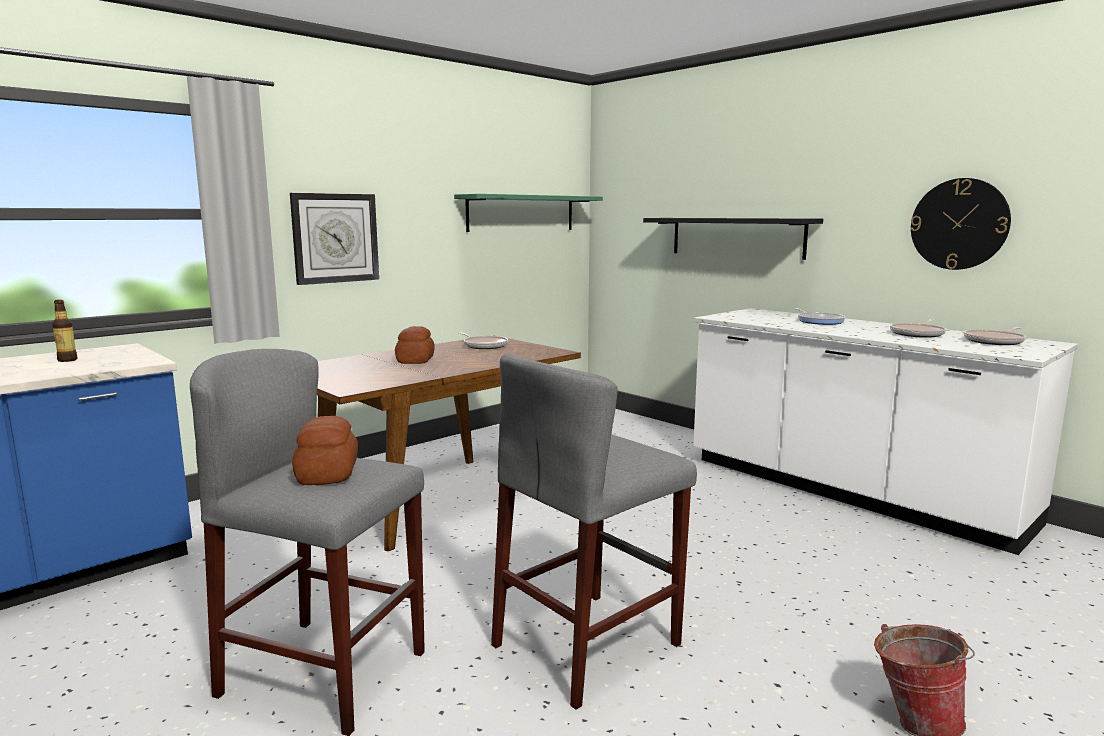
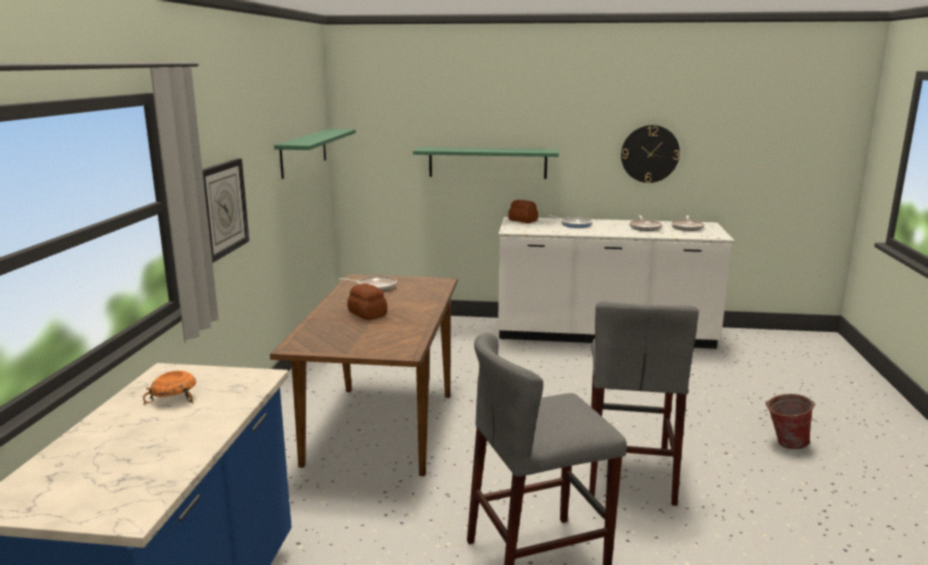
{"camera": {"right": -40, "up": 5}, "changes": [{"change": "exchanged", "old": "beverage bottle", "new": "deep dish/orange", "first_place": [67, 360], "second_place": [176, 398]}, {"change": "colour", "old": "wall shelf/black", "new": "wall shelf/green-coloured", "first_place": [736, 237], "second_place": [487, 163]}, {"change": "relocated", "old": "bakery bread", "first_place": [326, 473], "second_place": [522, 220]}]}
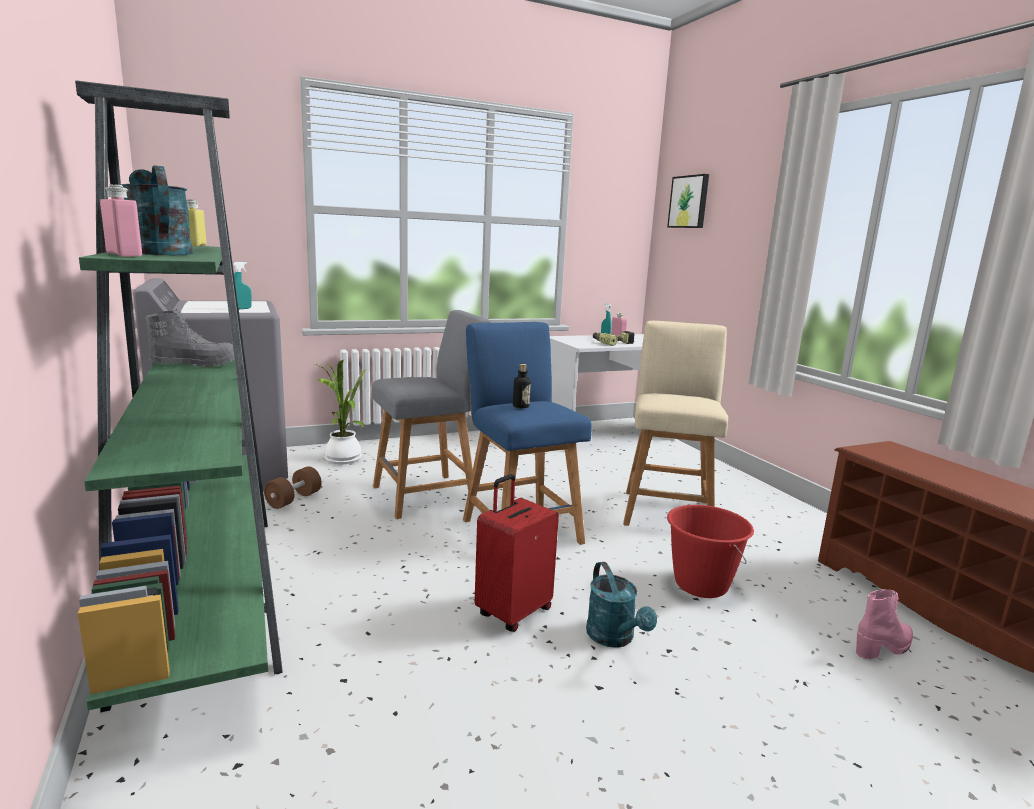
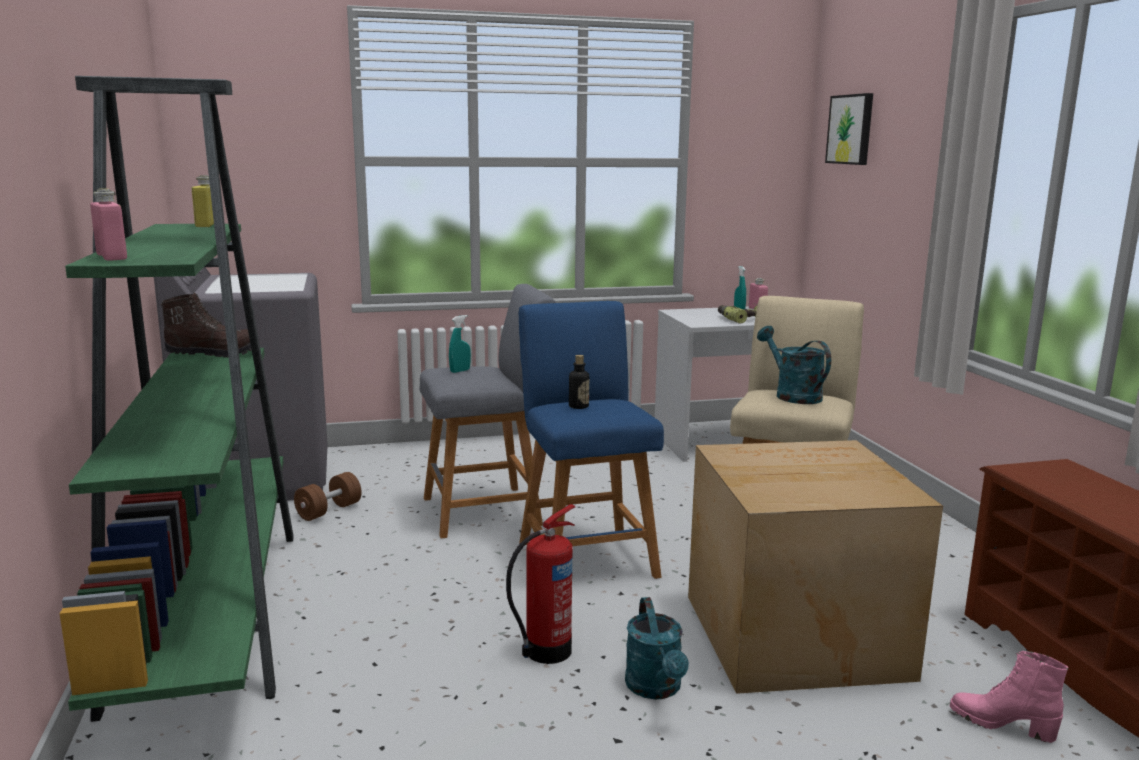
{"camera": {"right": 10, "up": 0}, "changes": [{"change": "colour", "old": "boot/grey", "new": "boot/brown-coloured", "first_place": [195, 364], "second_place": [214, 354]}, {"change": "relocated", "old": "sprayer/blue-green", "first_place": [242, 309], "second_place": [460, 371]}, {"change": "exchanged", "old": "suitcase/red", "new": "fire extinguisher", "first_place": [512, 612], "second_place": [545, 651]}, {"change": "exchanged", "old": "water bucket/red", "new": "cardboard box", "first_place": [700, 584], "second_place": [790, 634]}, {"change": "relocated", "old": "sprinkling can/blue-green", "first_place": [157, 252], "second_place": [792, 395]}, {"change": "spun", "old": "boot/pink-coloured", "first_place": [884, 647], "second_place": [1002, 724], "degrees": -135}, {"change": "missing", "old": "houseplant", "first_place": [343, 460]}]}
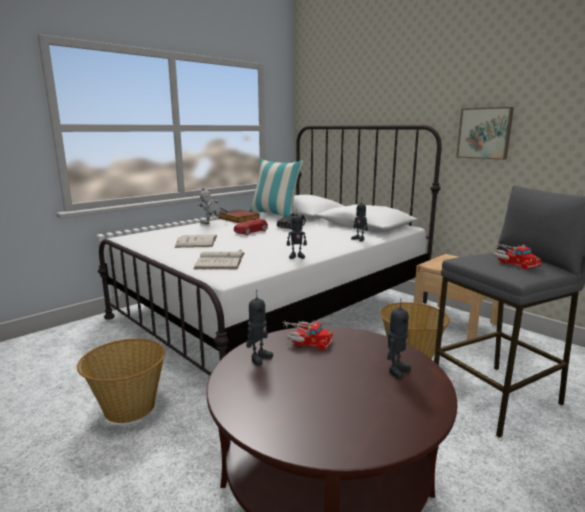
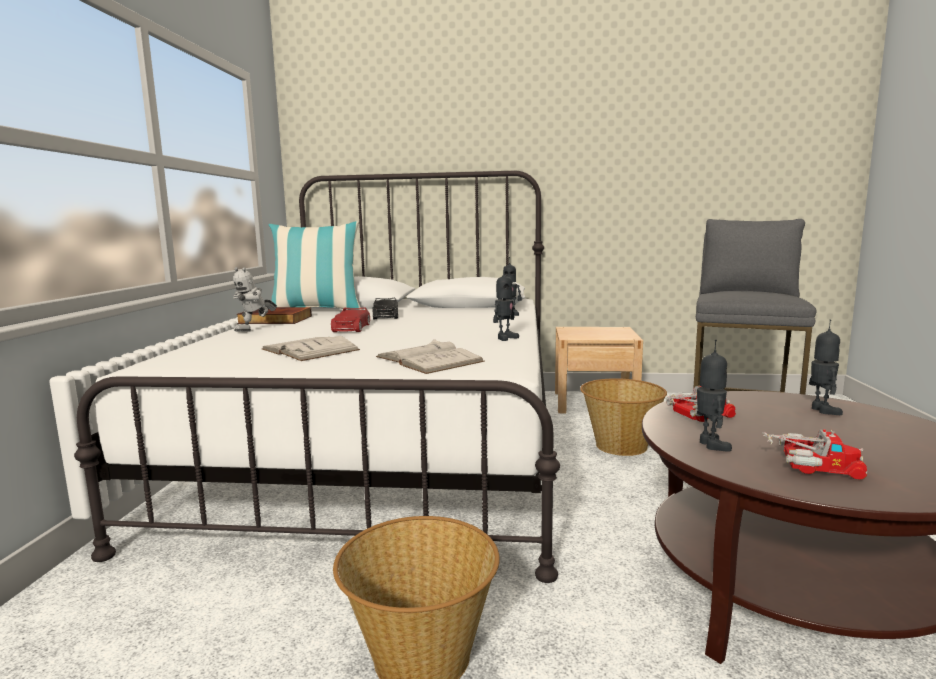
{"camera": {"right": -40, "up": -5}, "changes": [{"change": "relocated", "old": "toy lorry", "first_place": [512, 262], "second_place": [810, 466]}, {"change": "missing", "old": "picture", "first_place": [484, 133]}]}
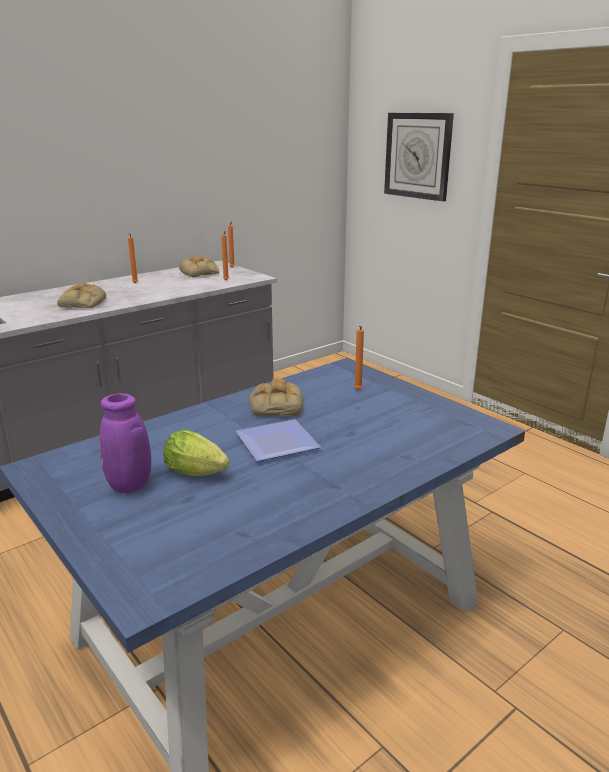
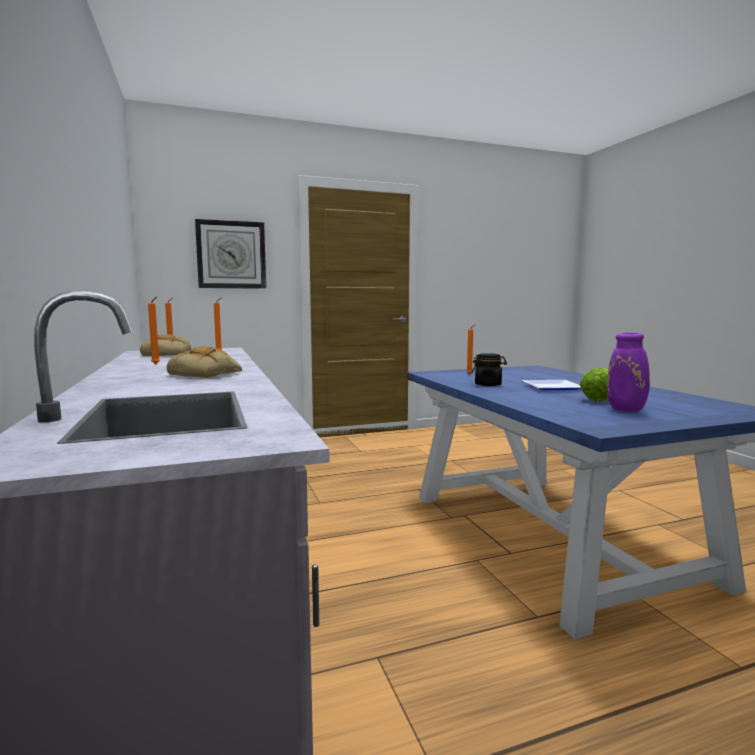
{"camera": {"right": -70, "up": -15}, "changes": [{"change": "exchanged", "old": "bakery bread", "new": "jar/black", "first_place": [275, 405], "second_place": [488, 384]}]}
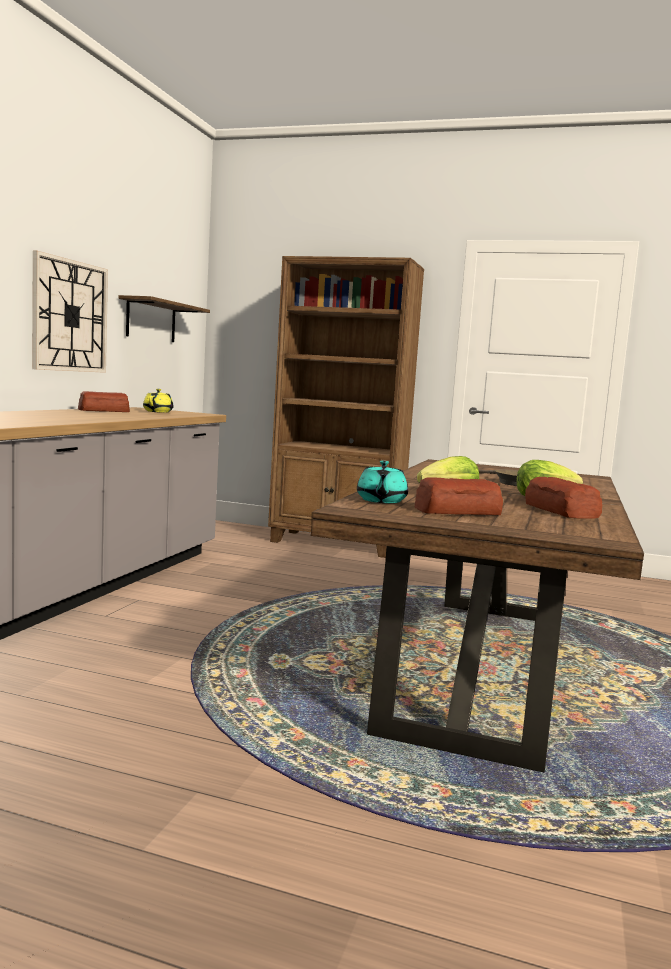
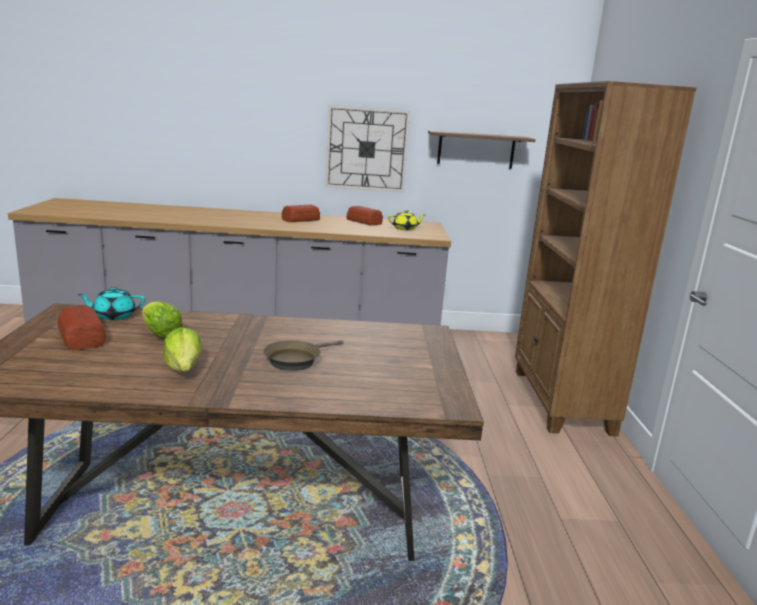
{"camera": {"right": 70, "up": 10}, "changes": [{"change": "relocated", "old": "bakery bread", "first_place": [561, 511], "second_place": [300, 220]}]}
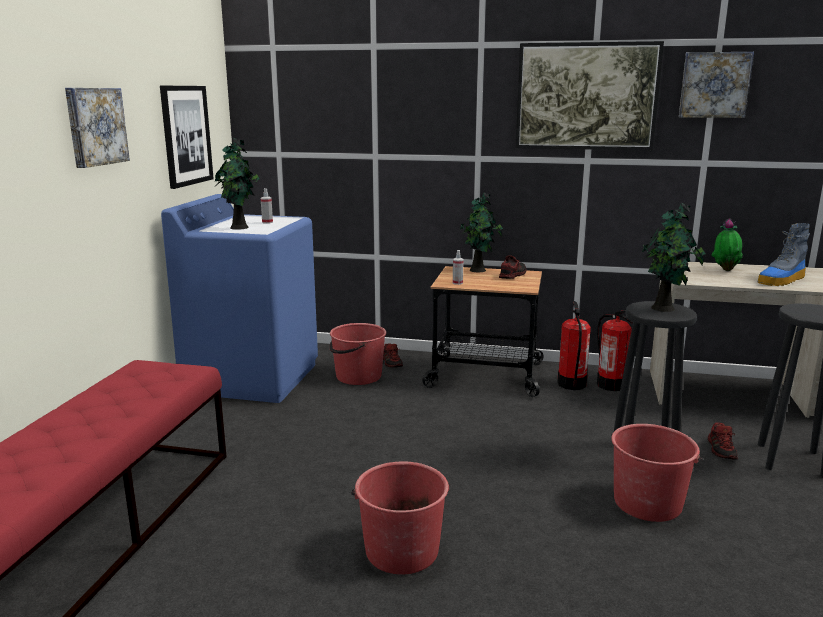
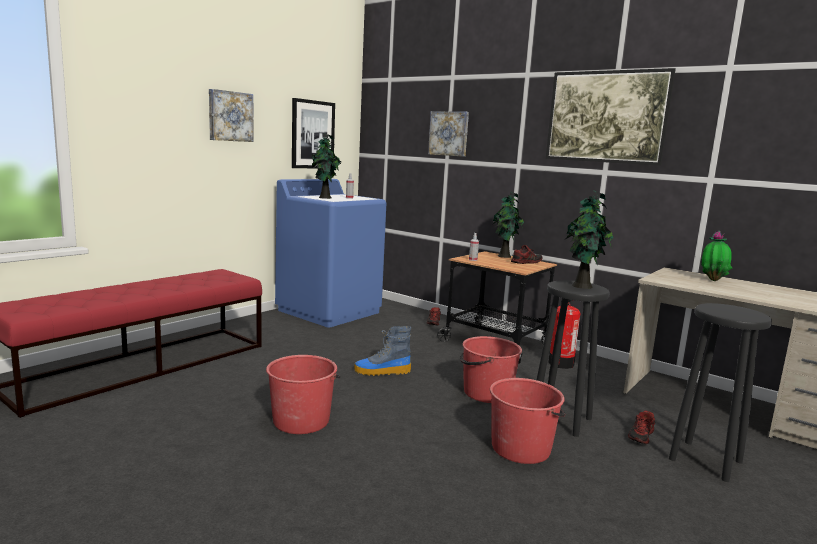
{"camera": {"right": 25, "up": -5}, "changes": [{"change": "relocated", "old": "boot", "first_place": [781, 280], "second_place": [382, 372]}, {"change": "relocated", "old": "picture", "first_place": [714, 85], "second_place": [449, 133]}, {"change": "relocated", "old": "water bucket/red", "first_place": [358, 376], "second_place": [486, 393]}, {"change": "missing", "old": "fire extinguisher", "first_place": [611, 385]}]}
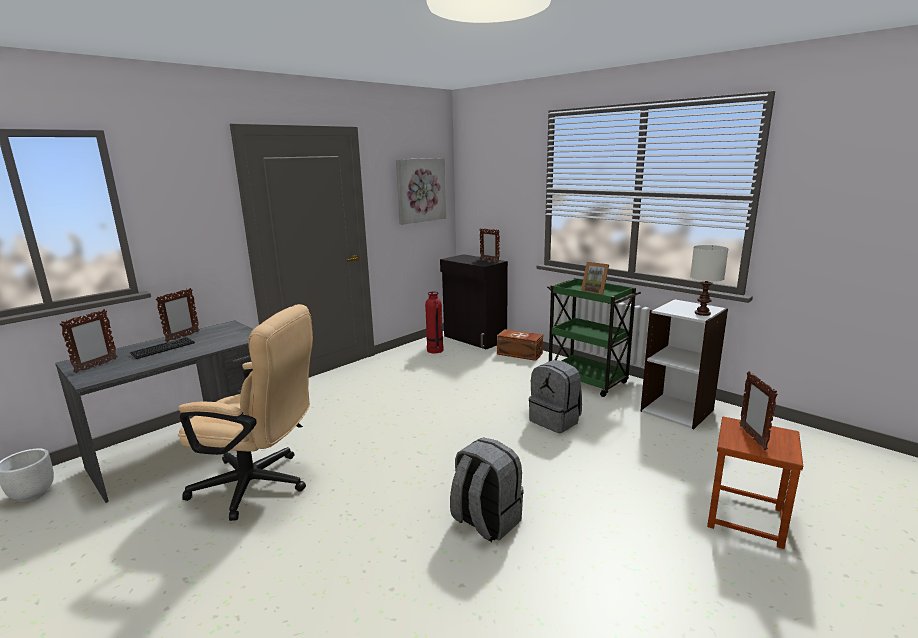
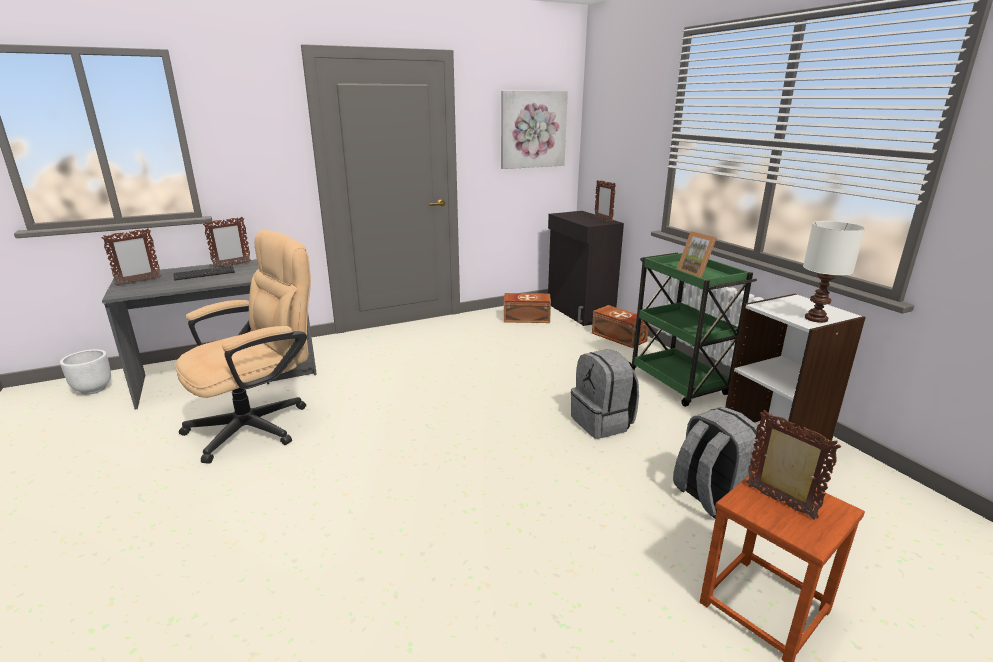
{"camera": {"right": 20, "up": 5}, "changes": [{"change": "spun", "old": "office chair/beige", "first_place": [260, 485], "second_place": [260, 424], "degrees": -75}, {"change": "exchanged", "old": "fire extinguisher", "new": "storage container/brown-coloured", "first_place": [435, 350], "second_place": [526, 318]}, {"change": "relocated", "old": "rucksack/grey", "first_place": [485, 521], "second_place": [711, 497]}, {"change": "spun", "old": "standing frame", "first_place": [752, 437], "second_place": [780, 502], "degrees": 120}]}
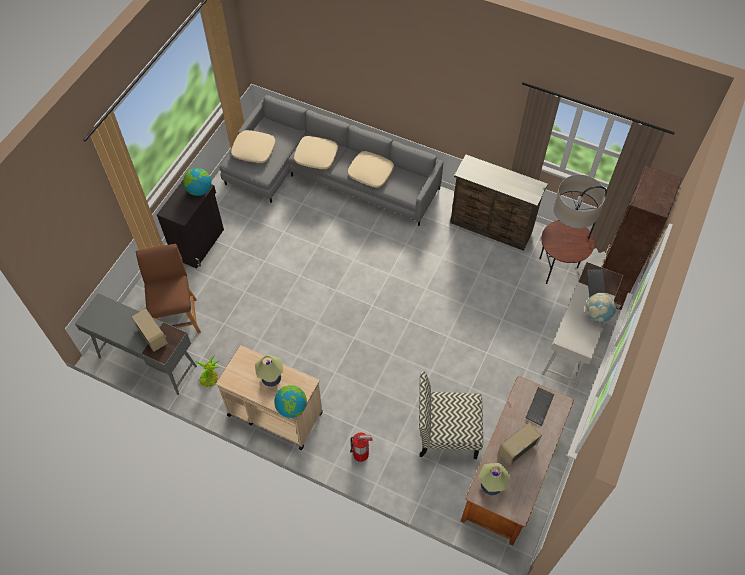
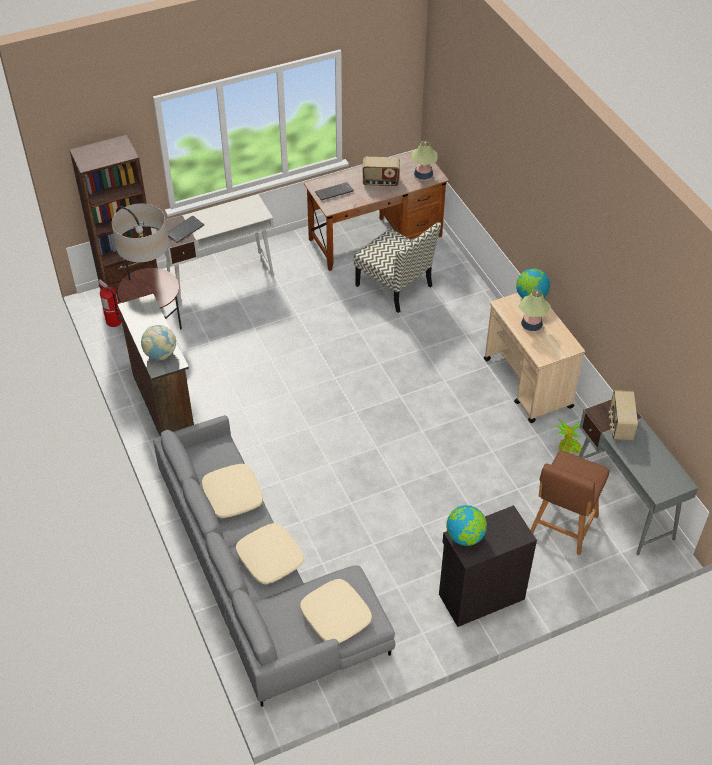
{"camera": {"right": -140, "up": -10}, "changes": [{"change": "relocated", "old": "fire extinguisher", "first_place": [361, 454], "second_place": [113, 321]}, {"change": "relocated", "old": "desk globe", "first_place": [597, 315], "second_place": [160, 354]}]}
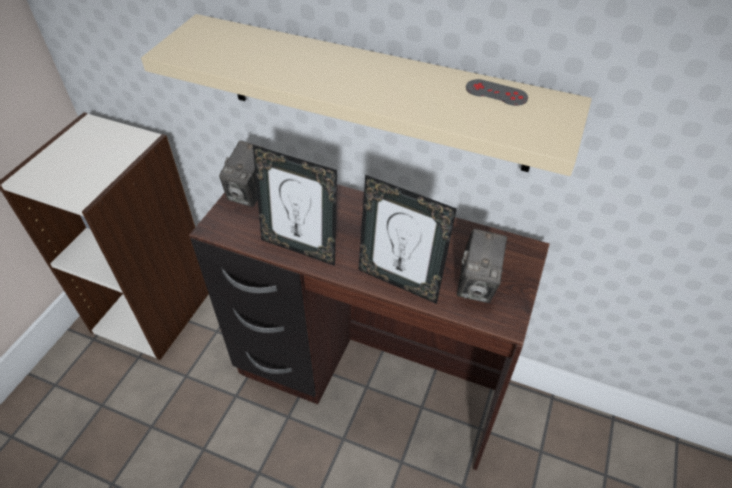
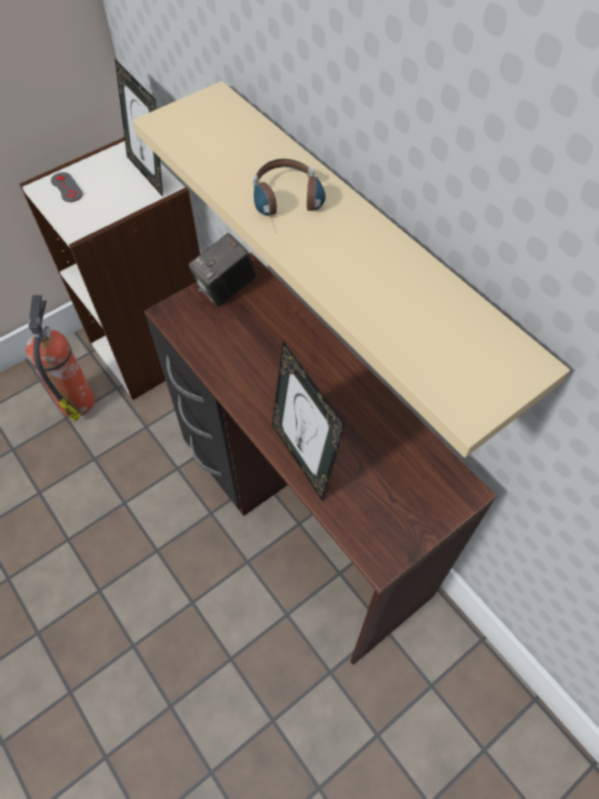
{"camera": {"right": 30, "up": 10}, "changes": [{"change": "appeared", "new": "fire extinguisher", "second_place": [77, 400]}, {"change": "relocated", "old": "gamepad/grey", "first_place": [496, 93], "second_place": [66, 187]}, {"change": "relocated", "old": "standing frame", "first_place": [300, 247], "second_place": [150, 174]}, {"change": "appeared", "new": "headphones", "second_place": [289, 206]}, {"change": "missing", "old": "still camera", "first_place": [477, 284]}]}
